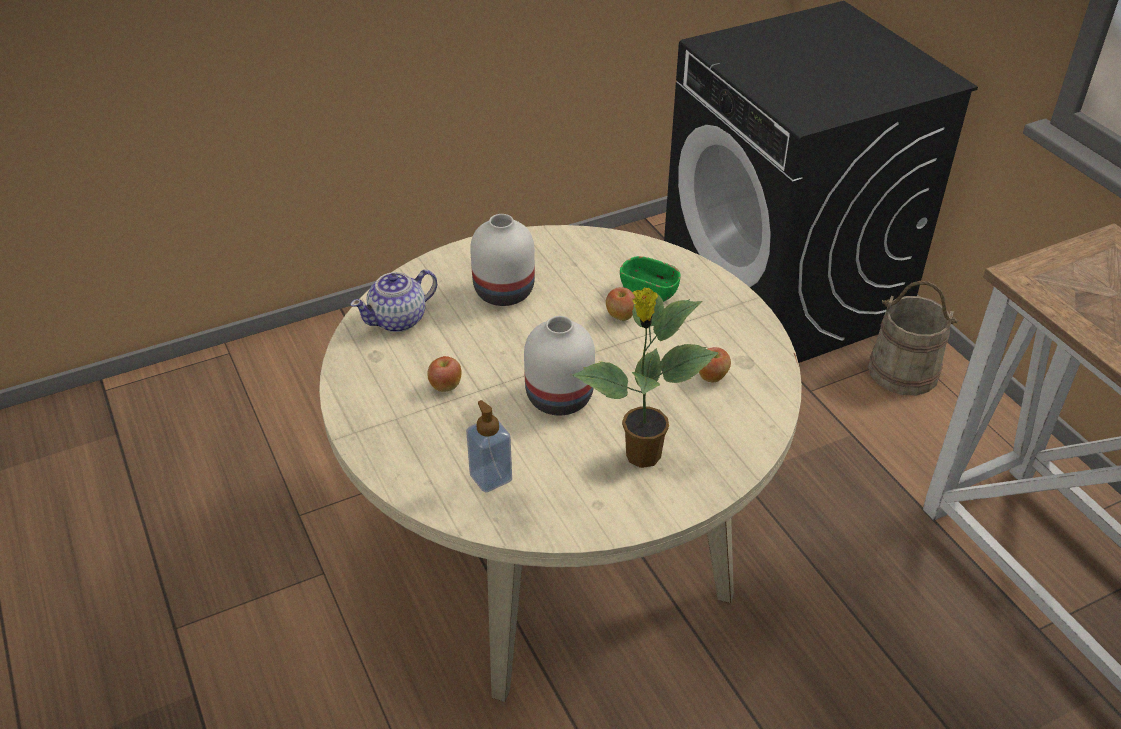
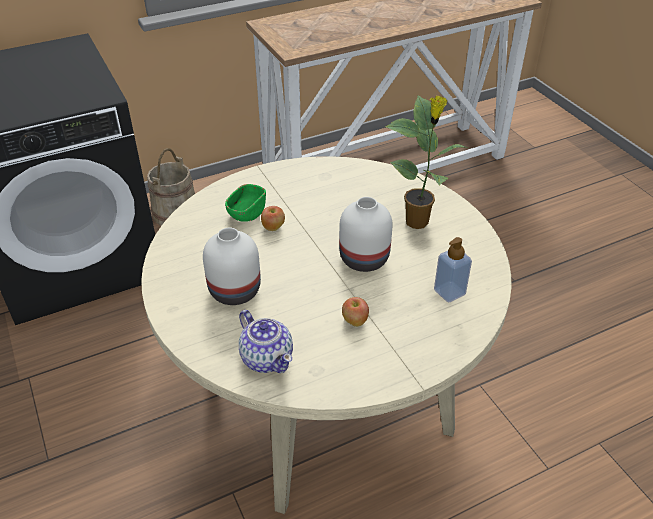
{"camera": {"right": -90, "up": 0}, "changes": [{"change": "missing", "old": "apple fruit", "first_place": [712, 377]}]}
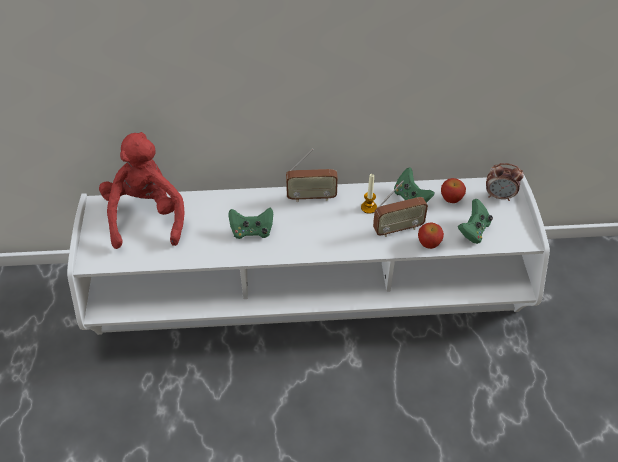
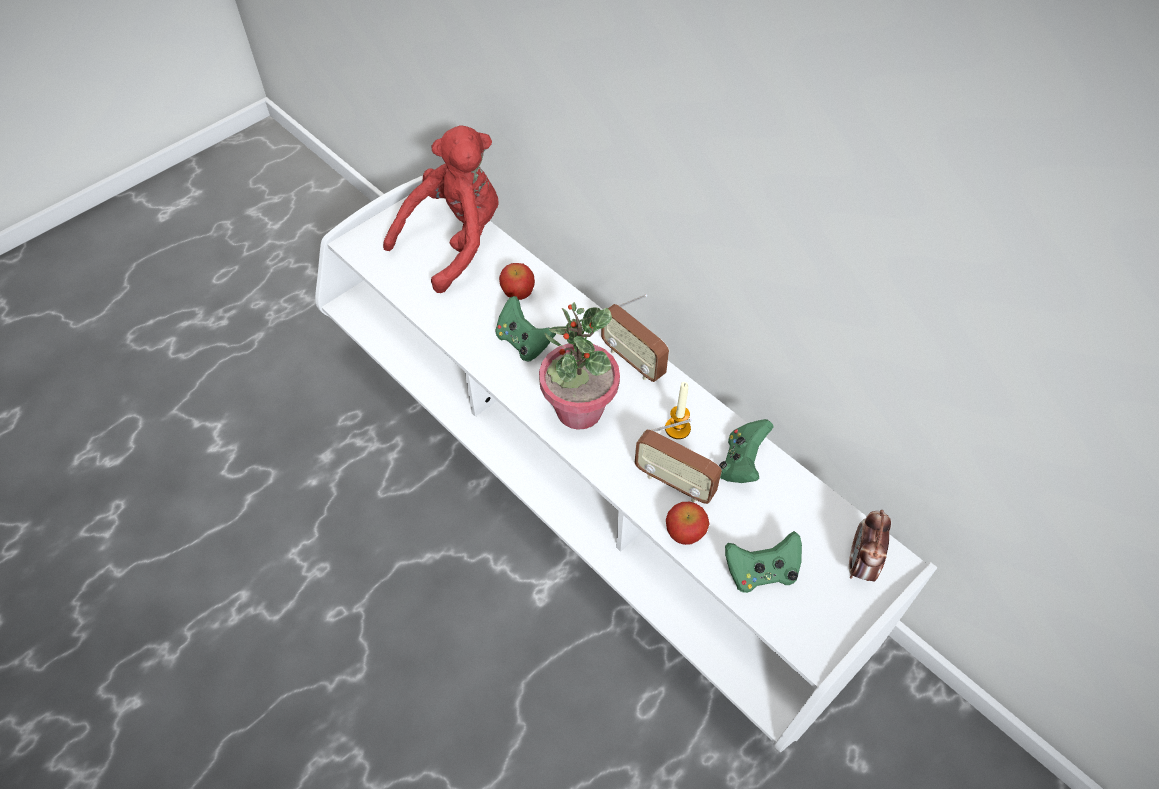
{"camera": {"right": 50, "up": 5}, "changes": [{"change": "relocated", "old": "apple fruit", "first_place": [451, 199], "second_place": [517, 293]}, {"change": "appeared", "new": "houseplant", "second_place": [578, 410]}, {"change": "spun", "old": "alarm clock", "first_place": [499, 196], "second_place": [860, 564], "degrees": 45}]}
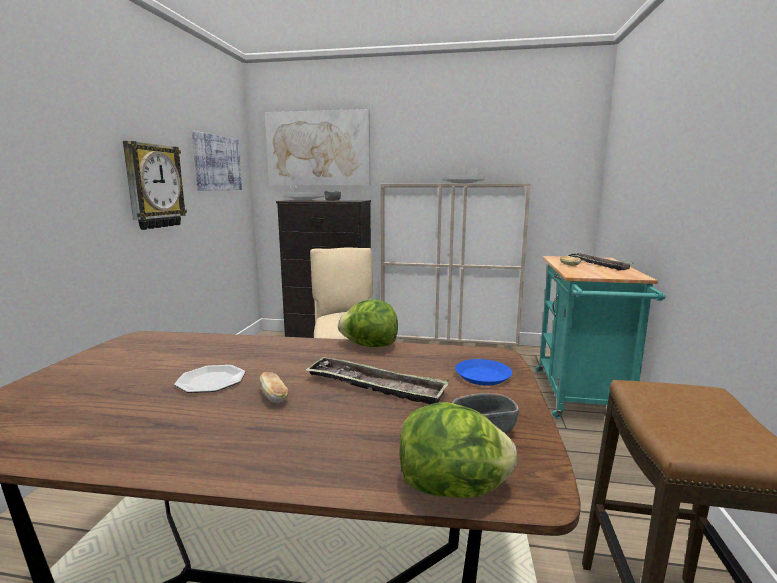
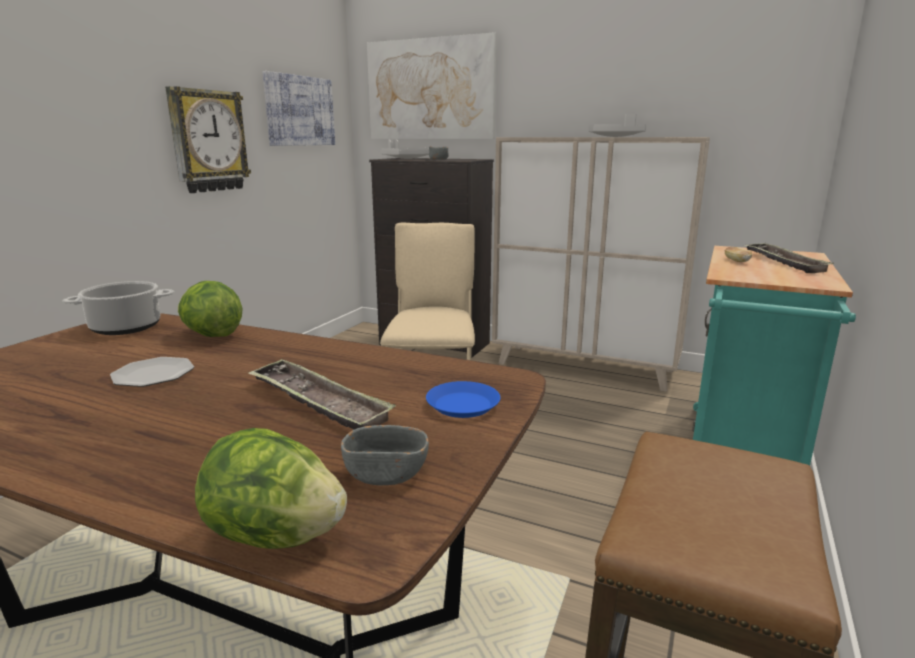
{"camera": {"right": 15, "up": 5}, "changes": [{"change": "appeared", "new": "cooking pot", "second_place": [125, 328]}, {"change": "relocated", "old": "lettuce head", "first_place": [369, 345], "second_place": [212, 335]}, {"change": "missing", "old": "bakery bread", "first_place": [274, 397]}]}
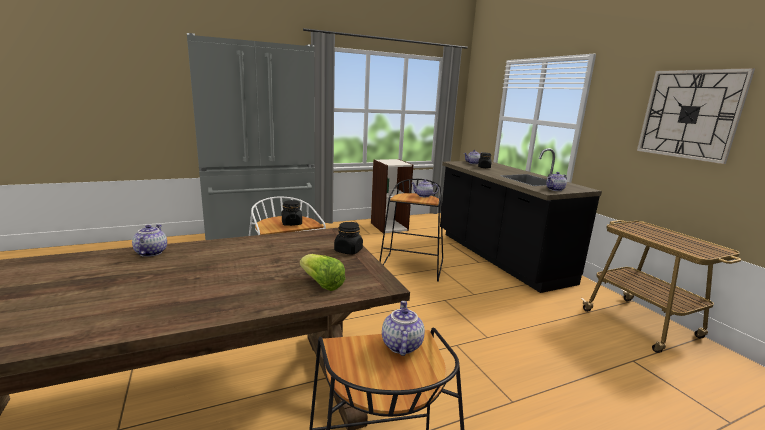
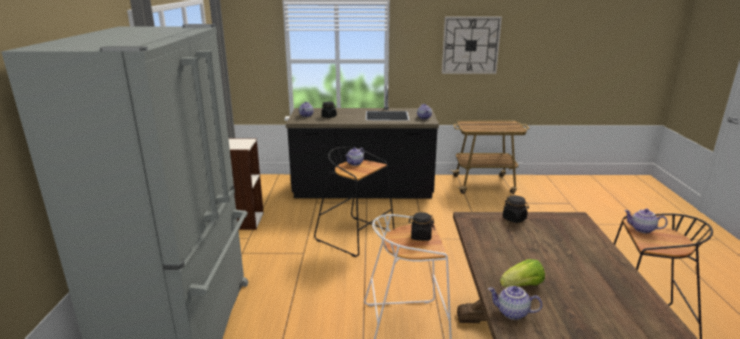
{"camera": {"right": -65, "up": 5}, "changes": [{"change": "relocated", "old": "lettuce head", "first_place": [321, 284], "second_place": [522, 286]}]}
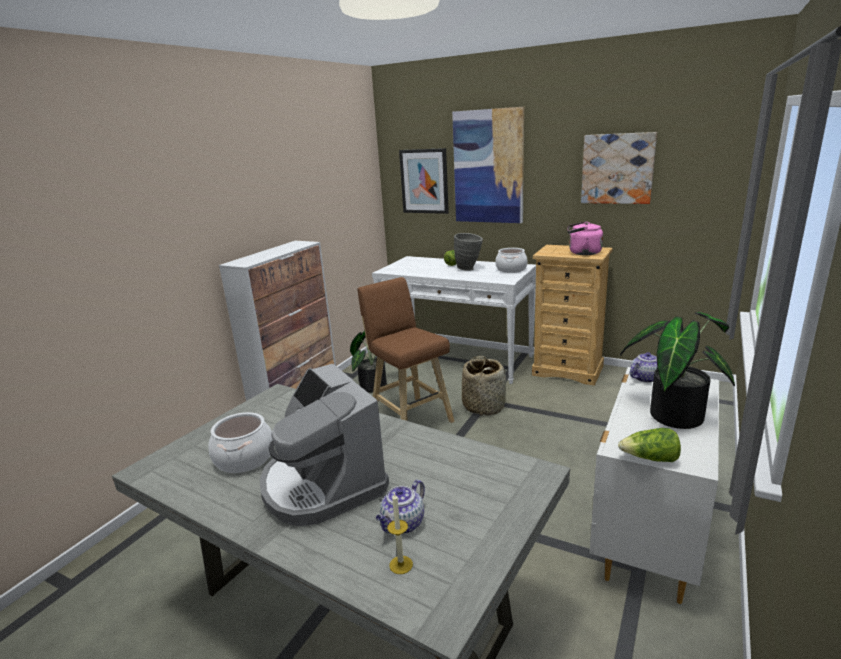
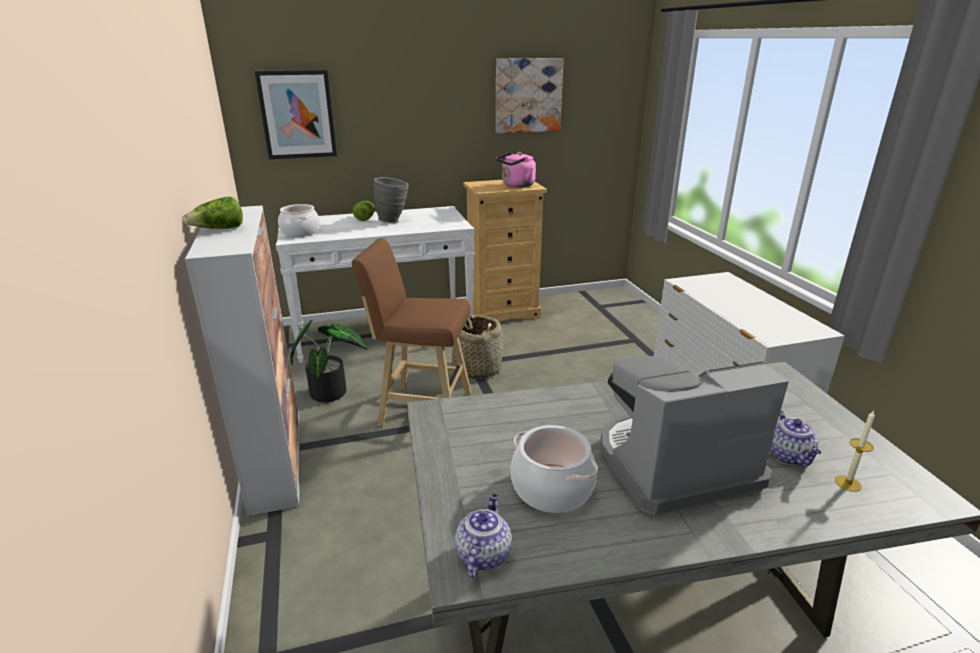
{"camera": {"right": -45, "up": 5}, "changes": [{"change": "relocated", "old": "lettuce head", "first_place": [650, 459], "second_place": [219, 229]}, {"change": "relocated", "old": "cooking pot", "first_place": [511, 269], "second_place": [300, 232]}, {"change": "relocated", "old": "pot for tea", "first_place": [645, 378], "second_place": [483, 554]}, {"change": "spun", "old": "coffee maker", "first_place": [322, 484], "second_place": [673, 465], "degrees": 150}, {"change": "missing", "old": "picture", "first_place": [488, 167]}, {"change": "missing", "old": "houseplant", "first_place": [672, 413]}]}
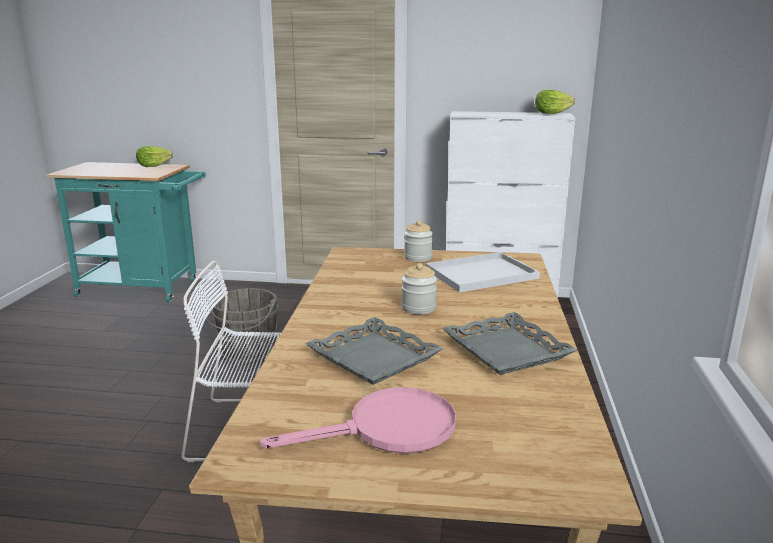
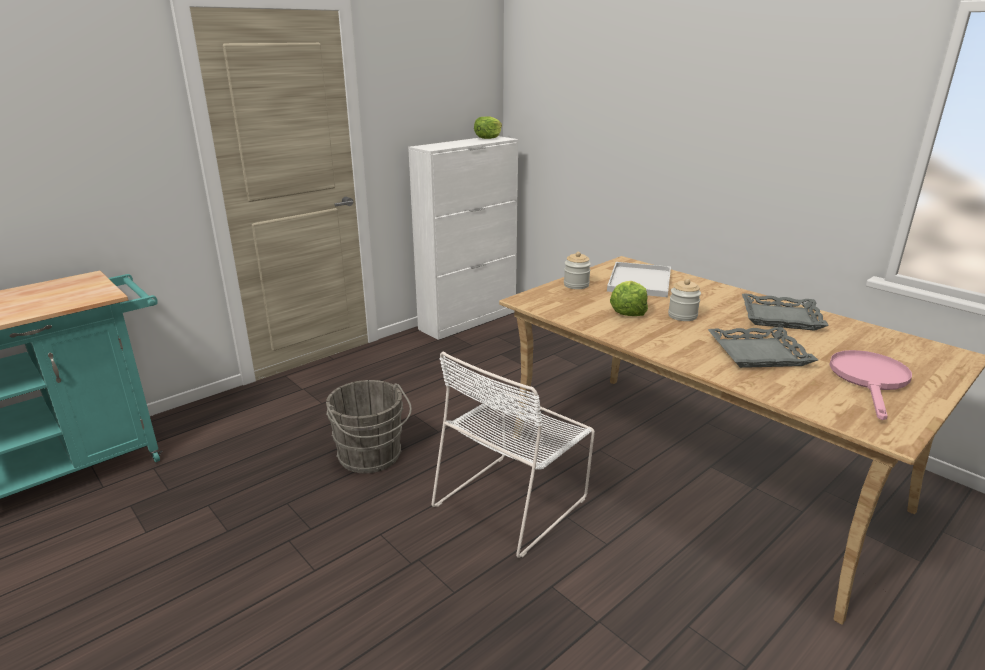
{"camera": {"right": -50, "up": 5}, "changes": [{"change": "relocated", "old": "lettuce head", "first_place": [153, 166], "second_place": [627, 311]}]}
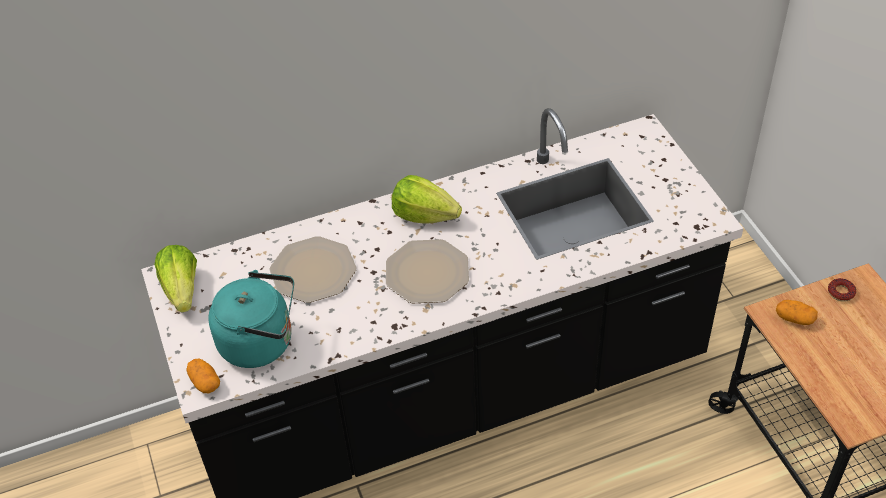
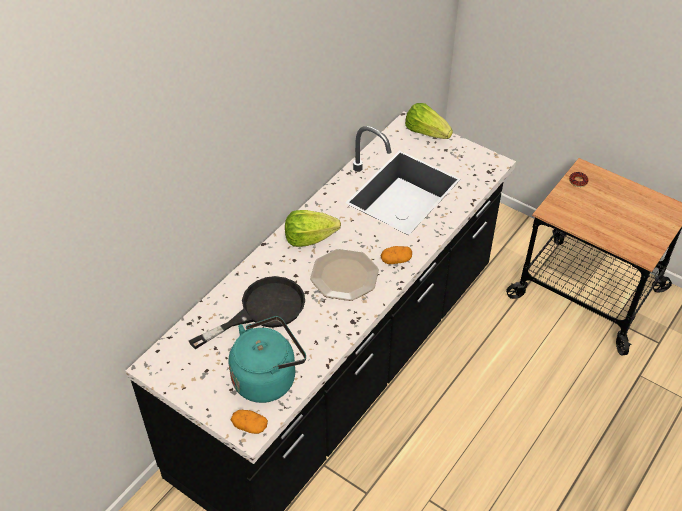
{"camera": {"right": -35, "up": 0}, "changes": [{"change": "exchanged", "old": "flat dish", "new": "skillet/black", "first_place": [313, 270], "second_place": [262, 310]}, {"change": "relocated", "old": "potato", "first_place": [794, 318], "second_place": [396, 260]}, {"change": "relocated", "old": "lettuce head", "first_place": [182, 289], "second_place": [426, 132]}]}
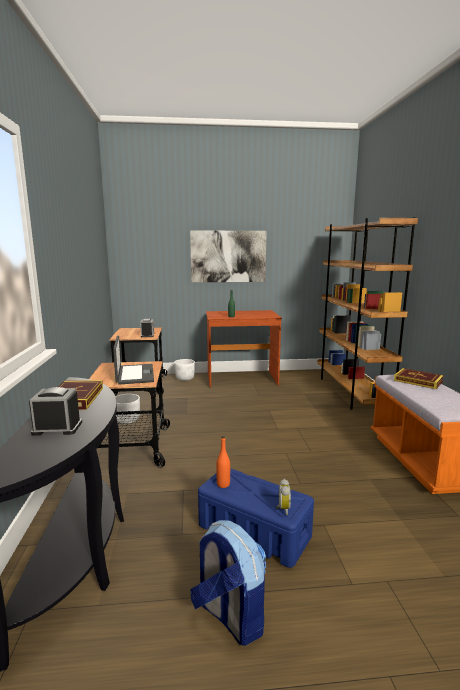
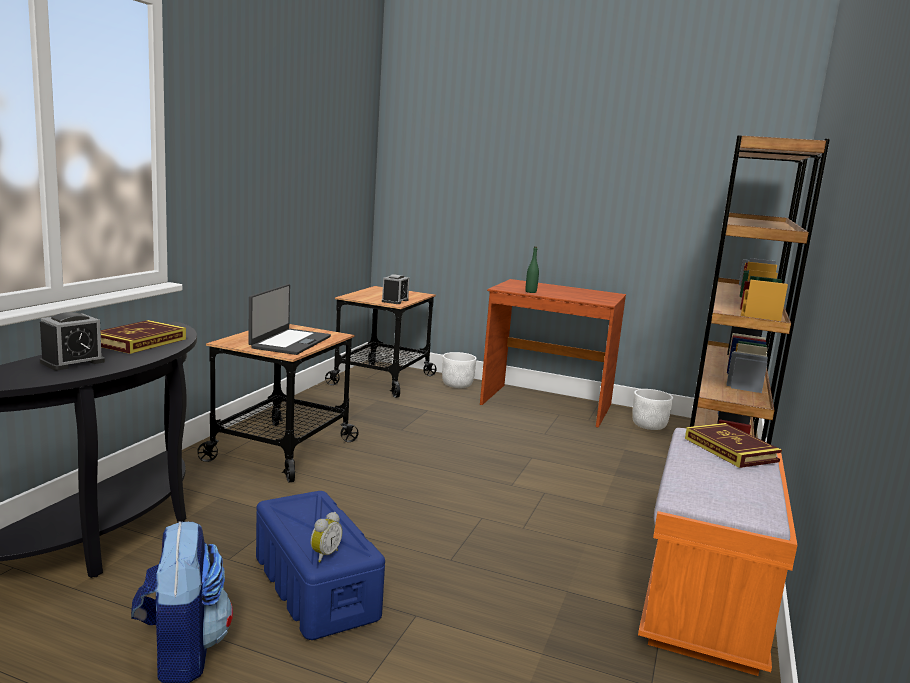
{"camera": {"right": 25, "up": 0}, "changes": [{"change": "spun", "old": "alarm clock", "first_place": [57, 428], "second_place": [72, 362], "degrees": 105}, {"change": "relocated", "old": "flower pot/whitish", "first_place": [127, 420], "second_place": [649, 426]}, {"change": "missing", "old": "picture", "first_place": [228, 256]}, {"change": "missing", "old": "beverage bottle/orange", "first_place": [223, 484]}]}
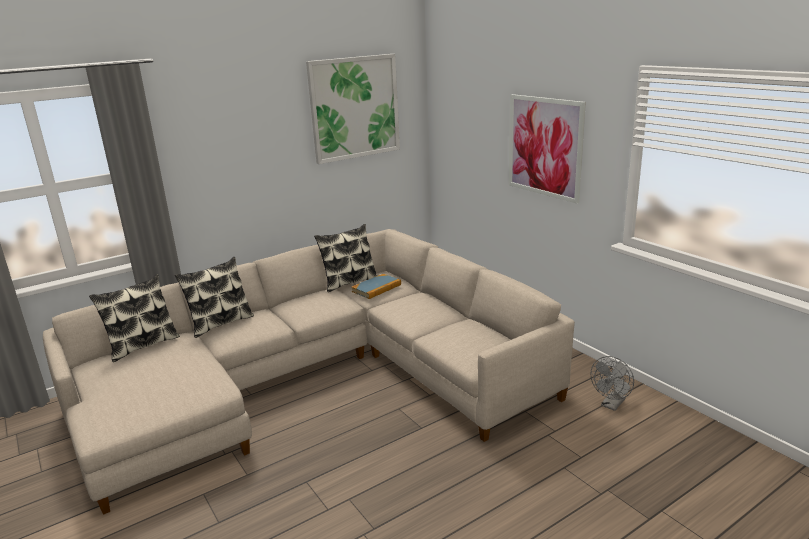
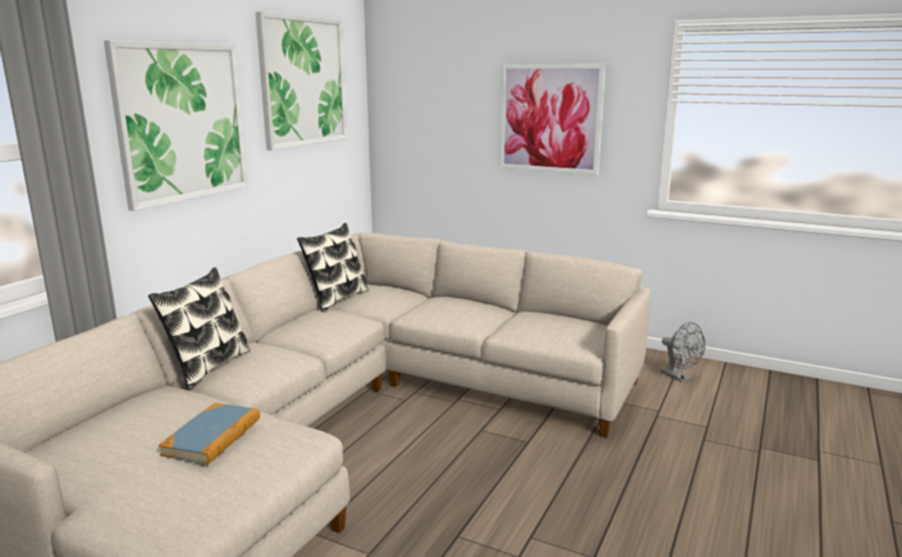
{"camera": {"right": -30, "up": -5}, "changes": [{"change": "appeared", "new": "picture", "second_place": [182, 122]}, {"change": "relocated", "old": "book", "first_place": [376, 288], "second_place": [212, 436]}, {"change": "spun", "old": "electric fan/grey", "first_place": [611, 405], "second_place": [680, 377], "degrees": -45}, {"change": "missing", "old": "pillow", "first_place": [142, 345]}]}
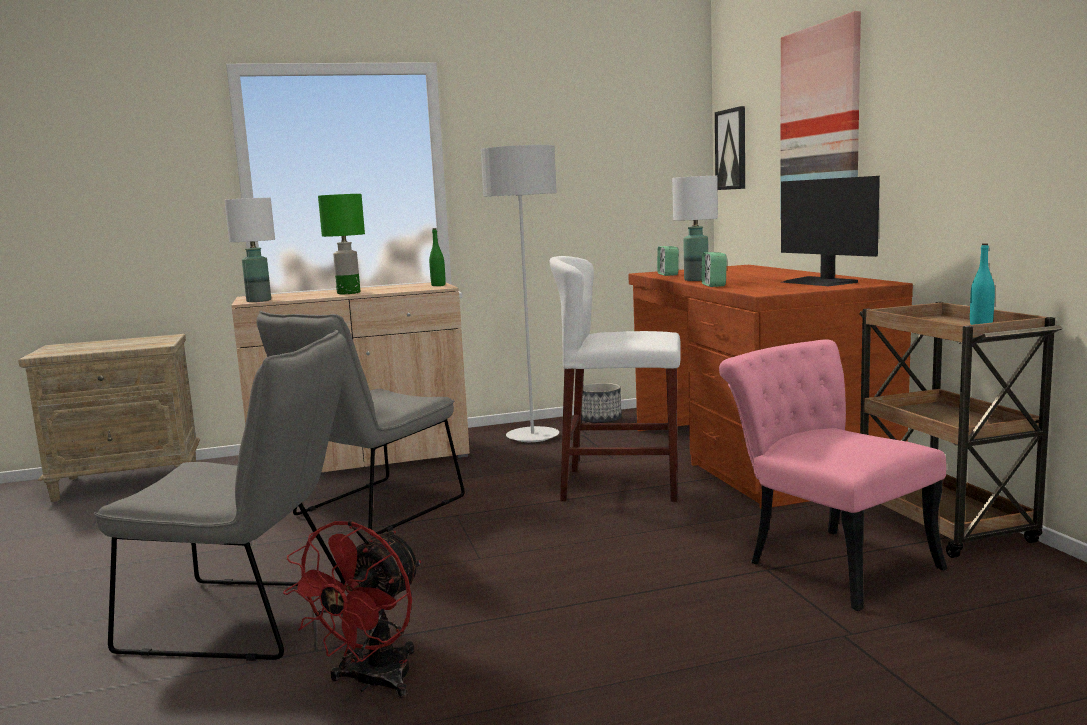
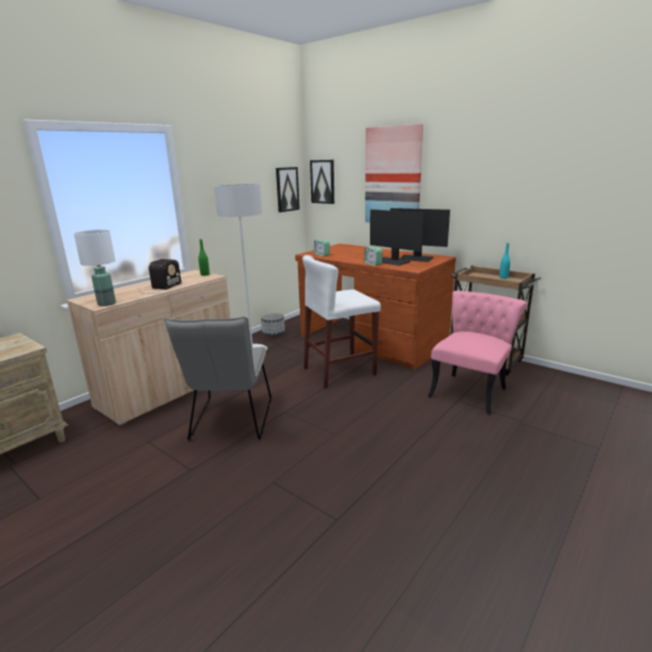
{"camera": {"right": -35, "up": 10}, "changes": [{"change": "exchanged", "old": "table lamp/green-coloured", "new": "radio receiver", "first_place": [349, 293], "second_place": [159, 288]}, {"change": "appeared", "new": "picture", "second_place": [287, 189]}, {"change": "appeared", "new": "monitor", "second_place": [392, 261]}, {"change": "spun", "old": "chair/pink-coloured", "first_place": [827, 560], "second_place": [471, 389], "degrees": 105}, {"change": "missing", "old": "chair/grey", "first_place": [250, 619]}, {"change": "missing", "old": "electric fan/red", "first_place": [372, 683]}, {"change": "missing", "old": "table lamp/whitish", "first_place": [695, 280]}]}
